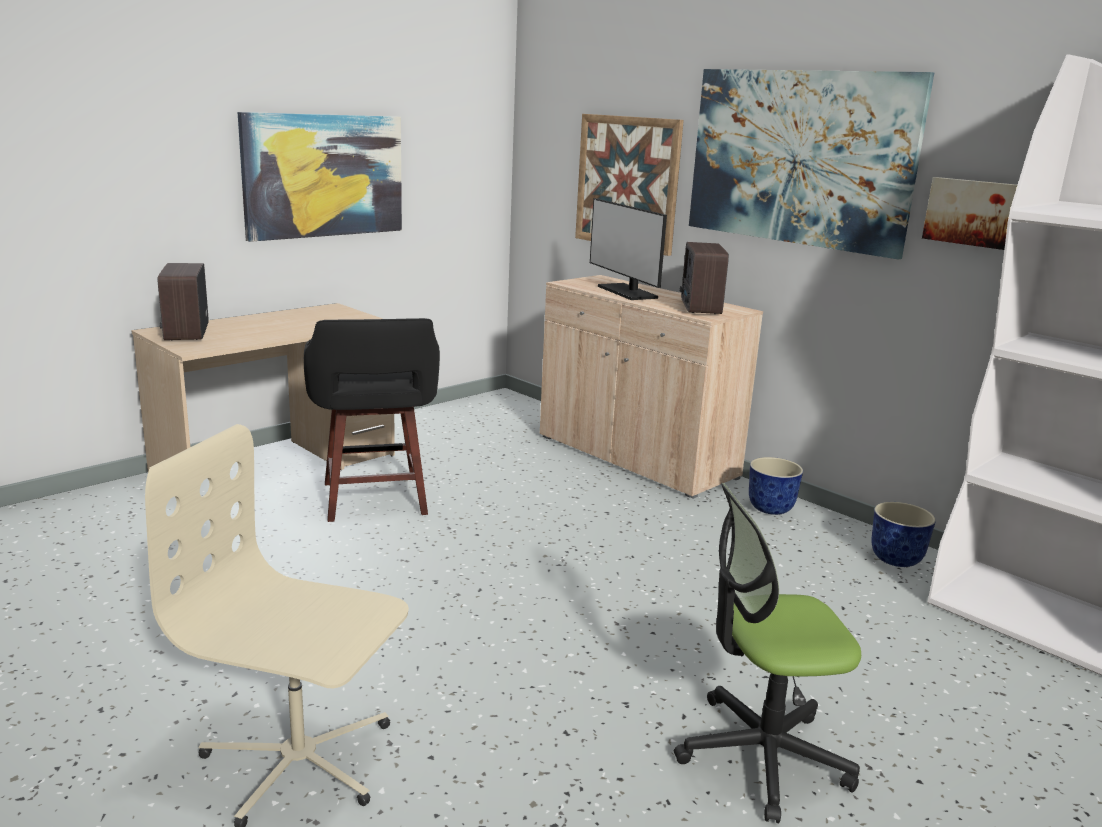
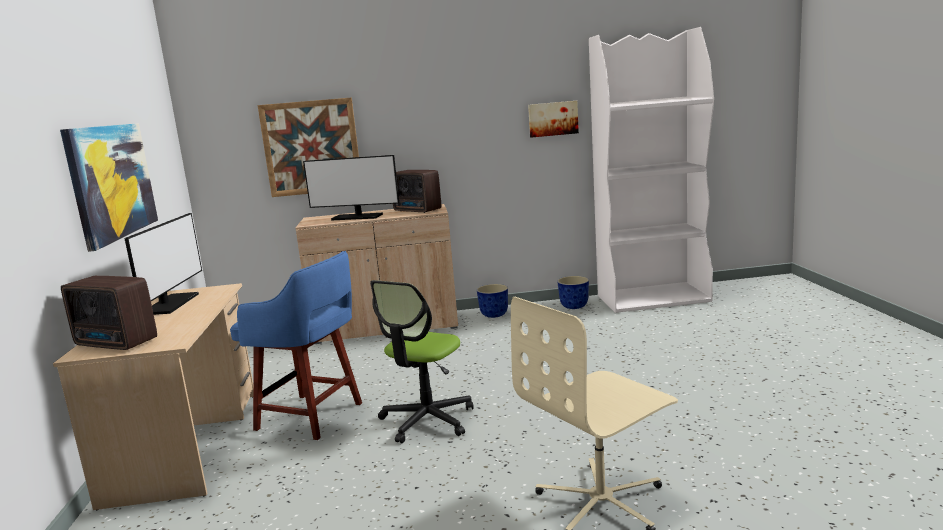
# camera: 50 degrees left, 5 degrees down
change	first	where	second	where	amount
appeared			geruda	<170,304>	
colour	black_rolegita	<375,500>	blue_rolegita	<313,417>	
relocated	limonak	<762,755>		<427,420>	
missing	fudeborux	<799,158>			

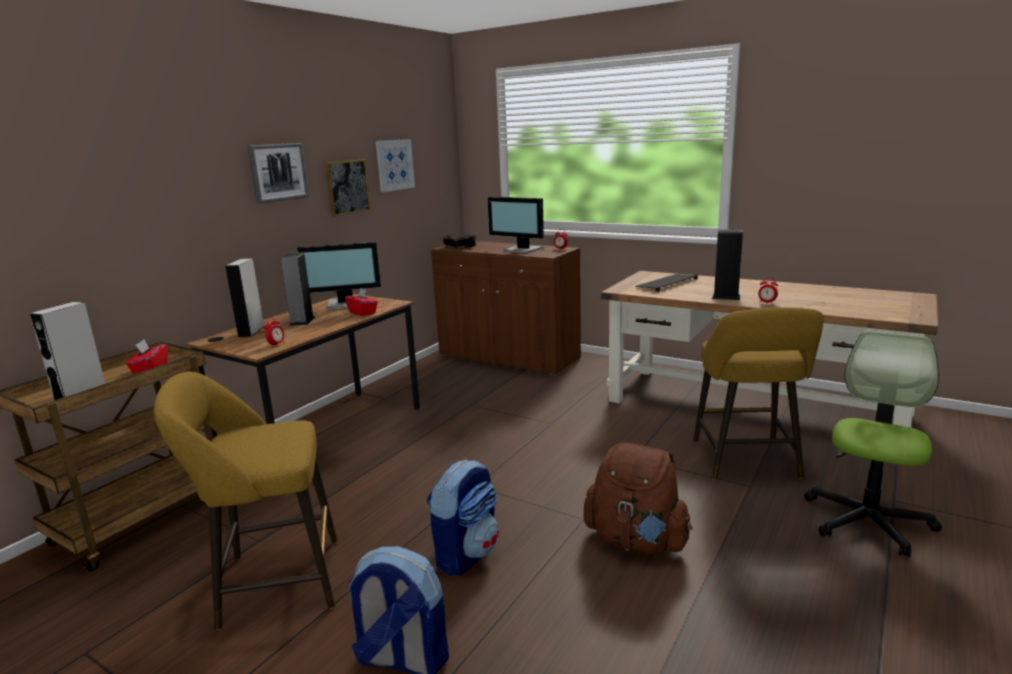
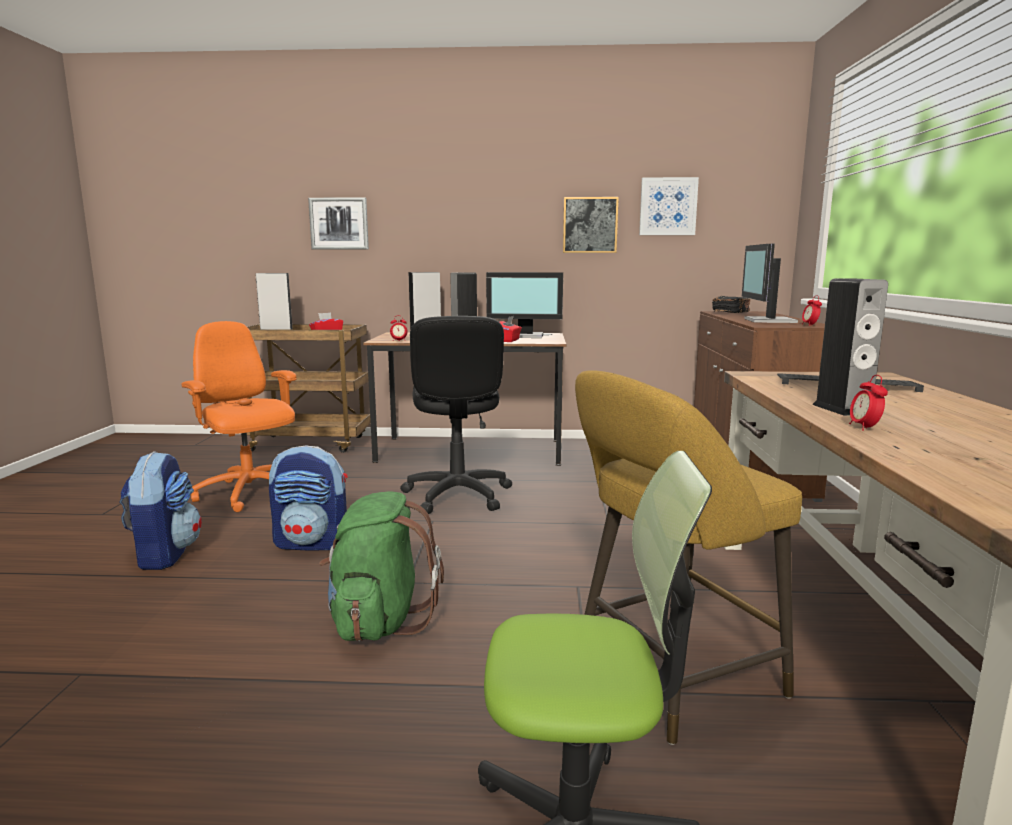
# camera: 60 degrees right, 5 degrees down
change	first	where	second	where	amount
exchanged	yellow_rolegita	<272,583>	orange_limonak	<249,493>	
relocated	fudeborux	<278,172>		<339,223>	
colour	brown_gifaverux	<636,541>	green_gifaverux	<379,621>	
appeared			black_limonak	<457,495>	
spun	geruda	<346,304>		<525,336>	45 degrees counterclockwise

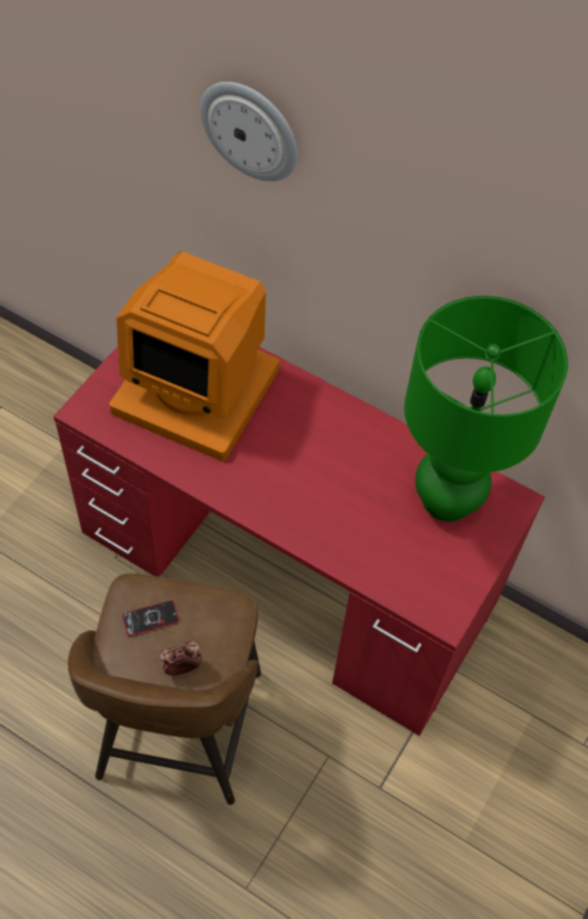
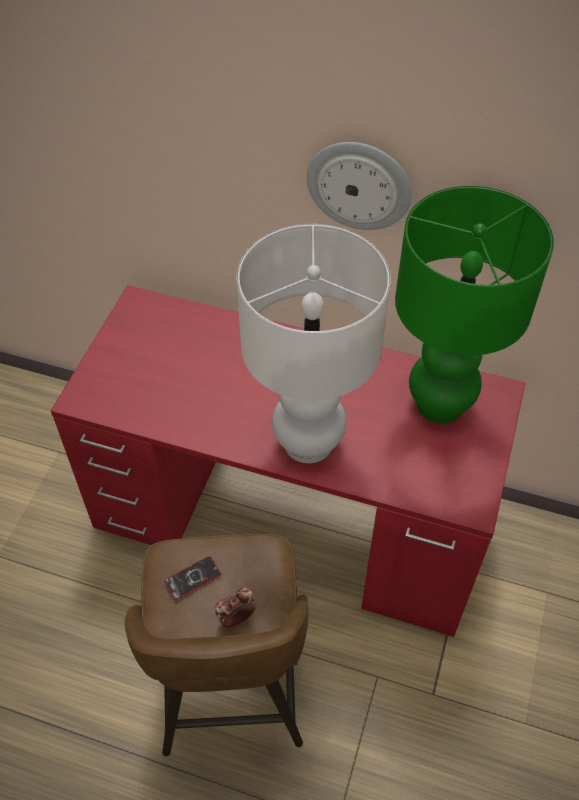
# camera: 10 degrees left, 5 degrees down
change	first	where	second	where	amount
appeared			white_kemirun	<309,443>	
relocated	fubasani	<250,130>		<359,185>	
missing	geruda	<198,388>			

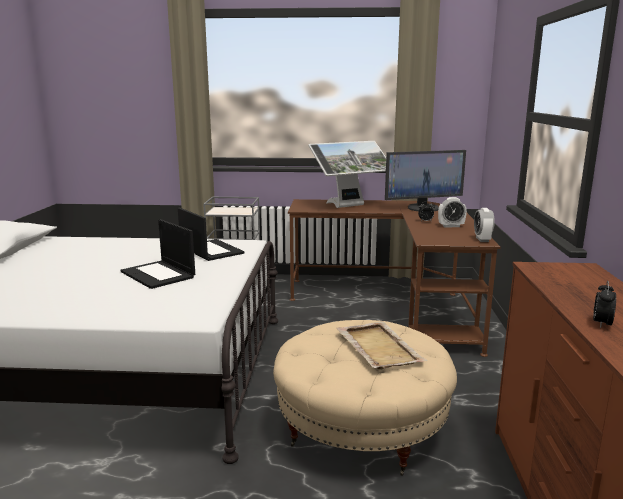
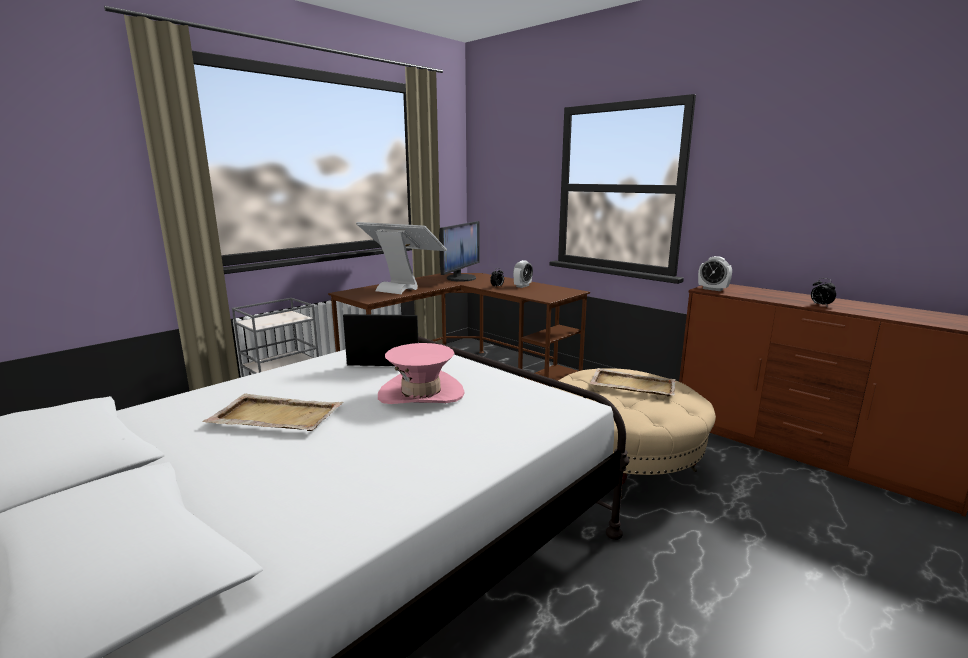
# camera: 50 degrees left, 0 degrees up
change	first	where	second	where	amount
appeared			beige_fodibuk	<275,416>	
spun	geruda	<349,206>		<402,288>	75 degrees counterclockwise
exchanged	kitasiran	<159,274>	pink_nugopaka	<421,393>	
relocated	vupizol	<482,239>		<712,289>	

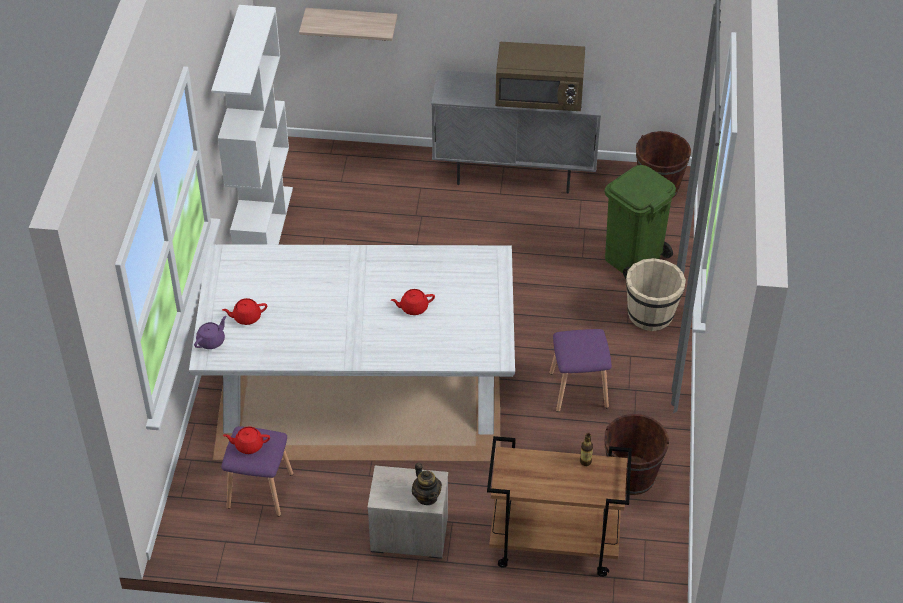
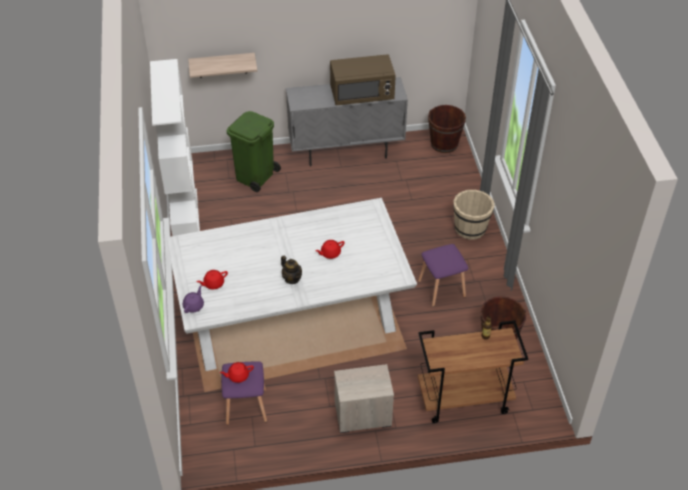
# camera: 15 degrees left, 0 degrees up
change	first	where	second	where	amount
relocated	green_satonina	<633,259>		<255,176>	
relocated	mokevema	<427,497>		<292,279>	

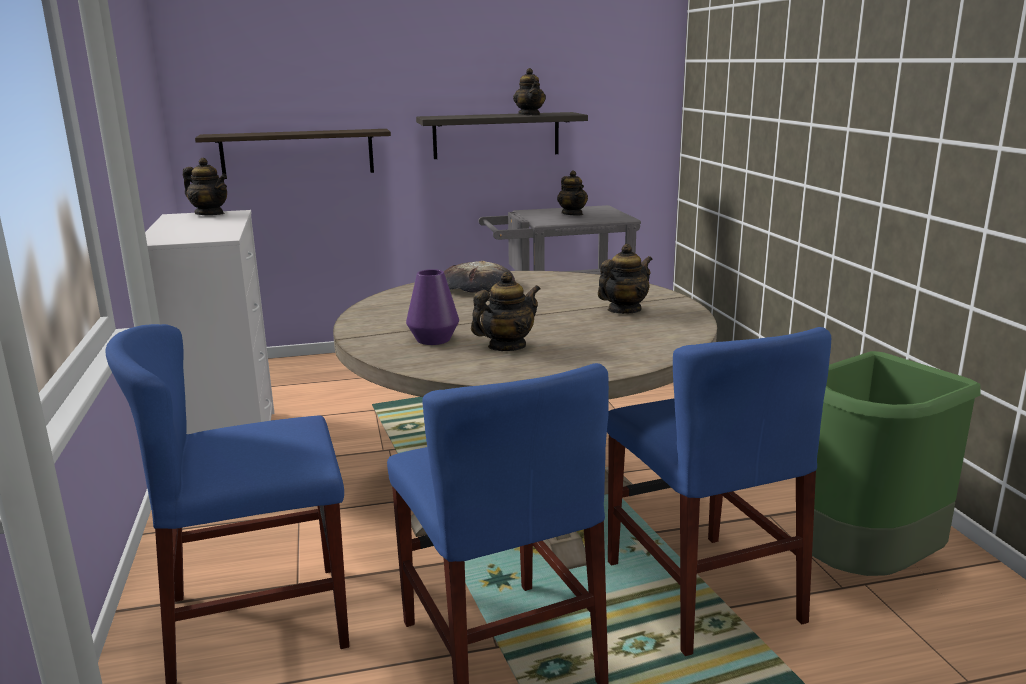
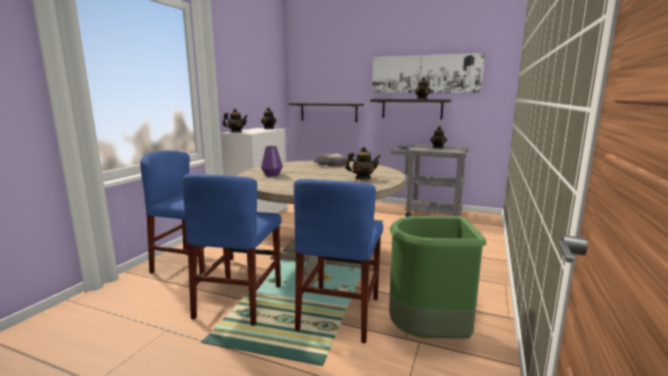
# camera: 35 degrees right, 5 degrees down
change	first	where	second	where	amount
relocated	mokevema	<506,346>		<236,132>	
appeared			fudeborux	<425,74>	

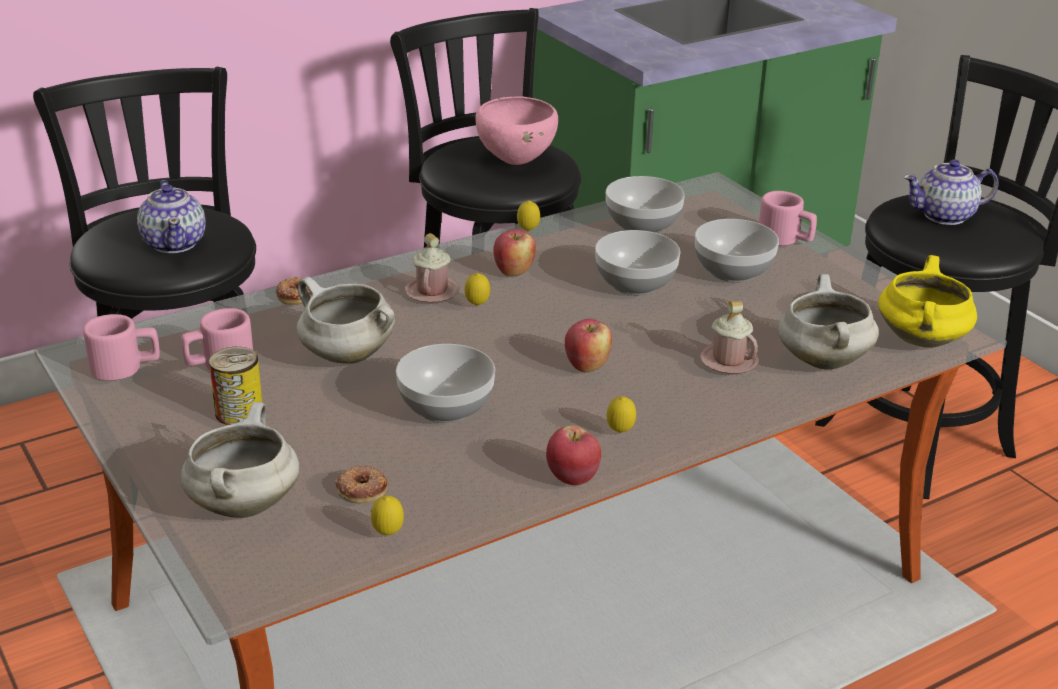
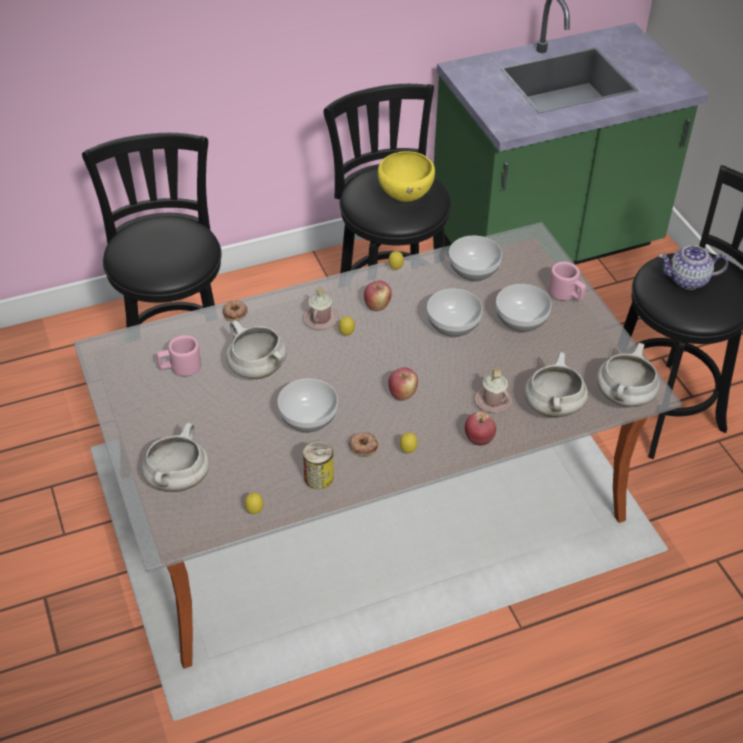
# camera: 10 degrees right, 15 degrees up
change	first	where	second	where	amount
relocated	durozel	<239,412>		<318,477>	
relocated	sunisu	<362,489>		<363,446>	
colour	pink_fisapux	<516,162>	yellow_fisapux	<405,197>	
relocated	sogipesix	<572,478>		<479,439>	
colour	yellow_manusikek	<922,341>	white_manusikek	<624,397>	
missing	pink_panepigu	<126,367>			
missing	mokevema	<175,243>			

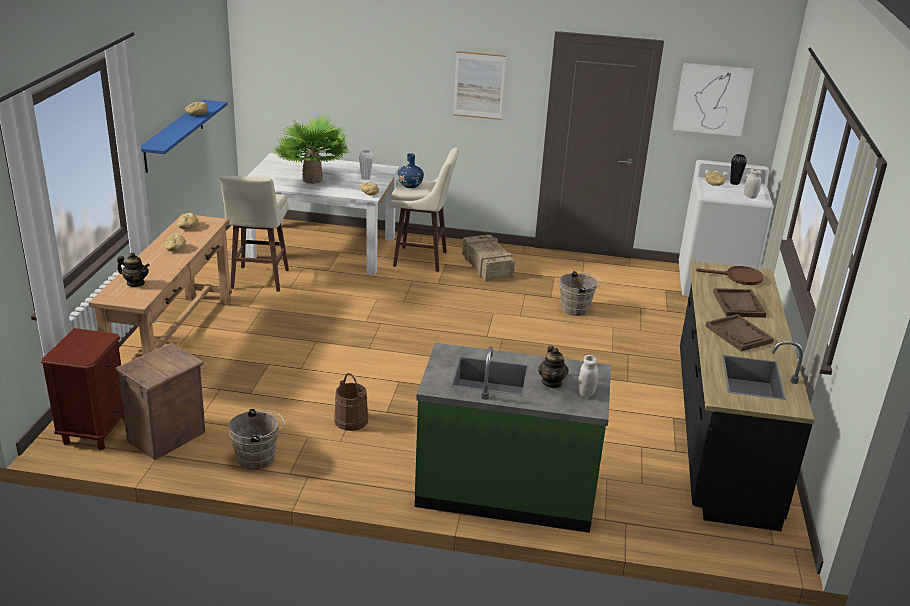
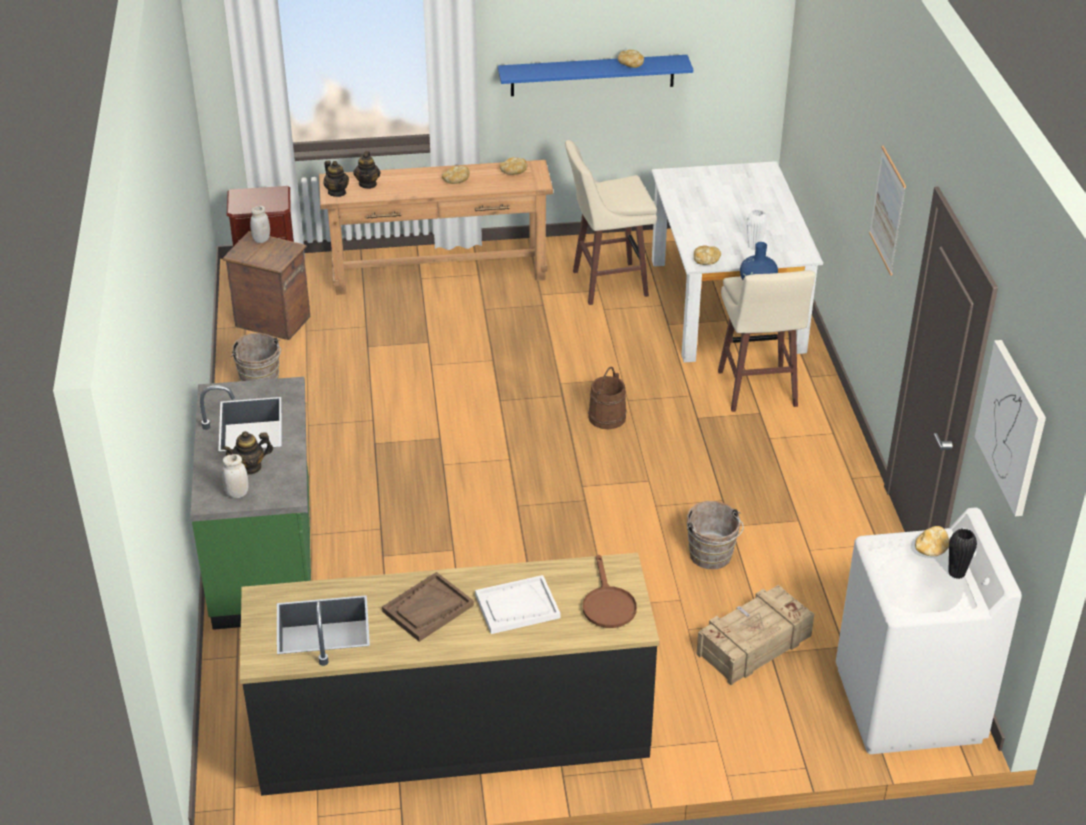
# camera: 75 degrees right, 10 degrees up
change	first	where	second	where	amount
relocated	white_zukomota	<750,196>		<261,239>	
appeared			mokevema	<337,192>	
colour	brown_fodibuk	<738,304>	white_fodibuk	<517,606>	
relocated	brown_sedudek	<351,420>		<606,417>	
relocated	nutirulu	<486,266>		<753,645>	
missing	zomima	<312,180>			

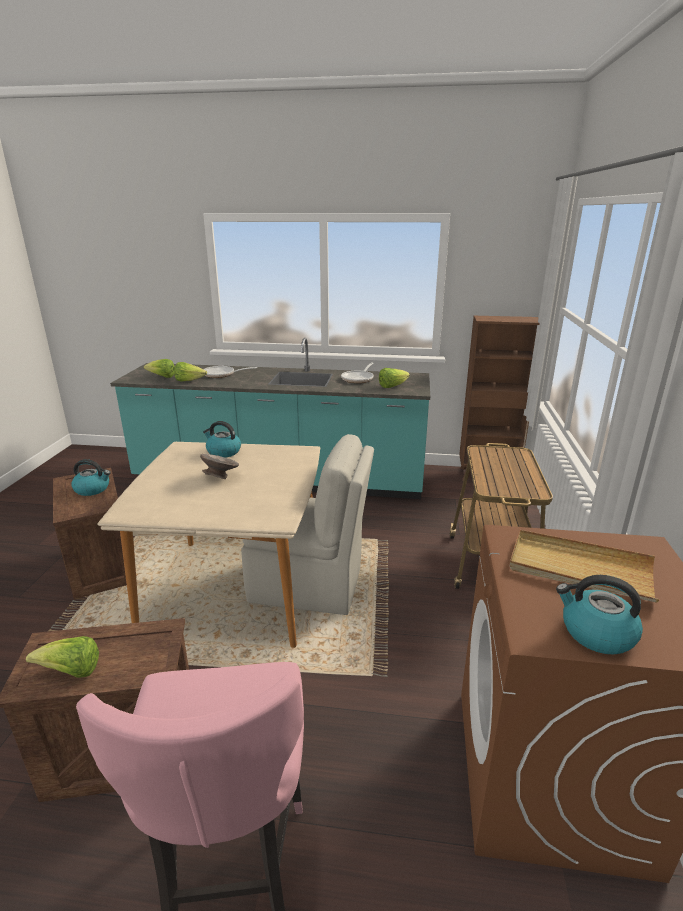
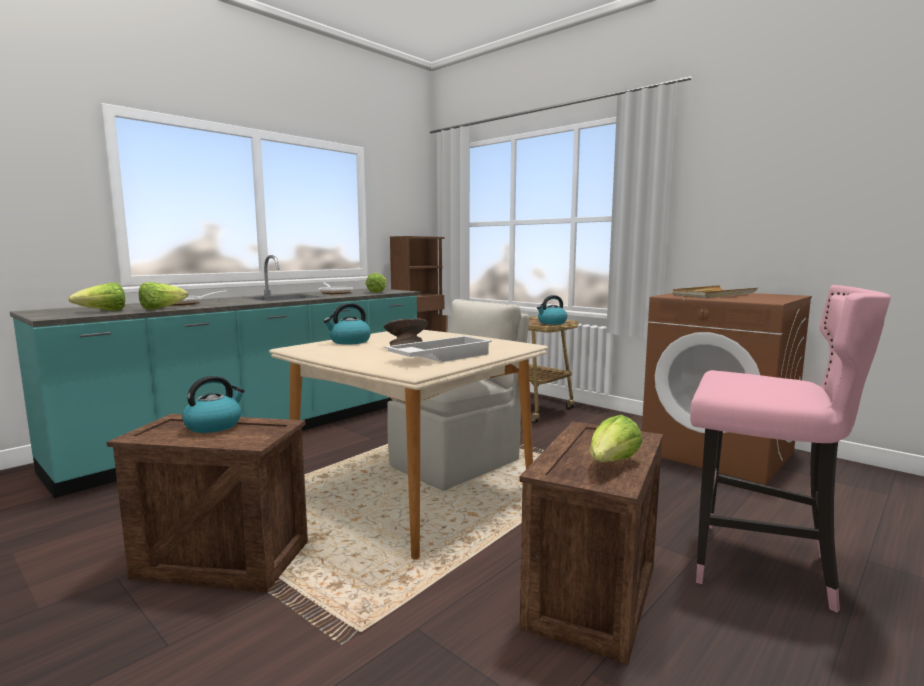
# camera: 55 degrees left, 15 degrees down
change	first	where	second	where	amount
appeared			white_fodibuk	<439,357>	
relocated	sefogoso	<596,633>		<551,323>	

